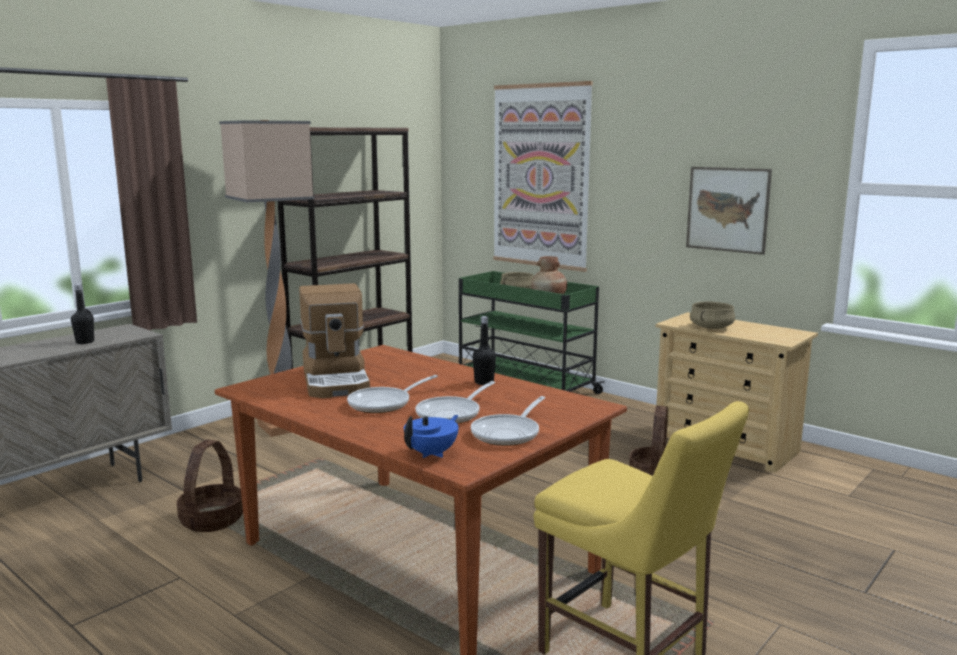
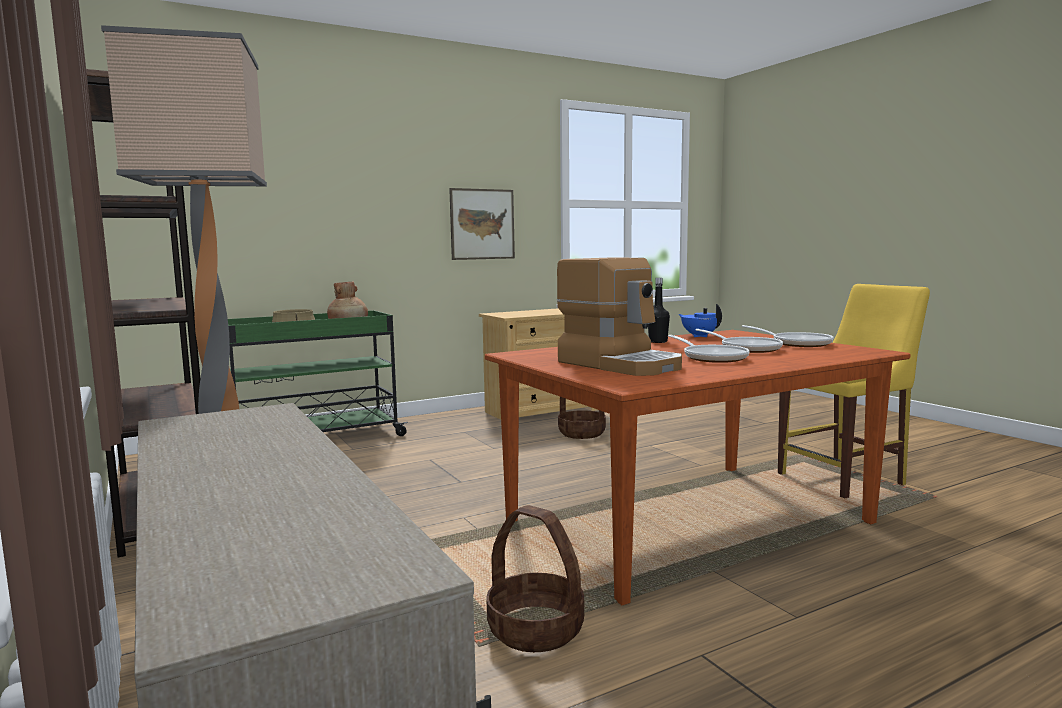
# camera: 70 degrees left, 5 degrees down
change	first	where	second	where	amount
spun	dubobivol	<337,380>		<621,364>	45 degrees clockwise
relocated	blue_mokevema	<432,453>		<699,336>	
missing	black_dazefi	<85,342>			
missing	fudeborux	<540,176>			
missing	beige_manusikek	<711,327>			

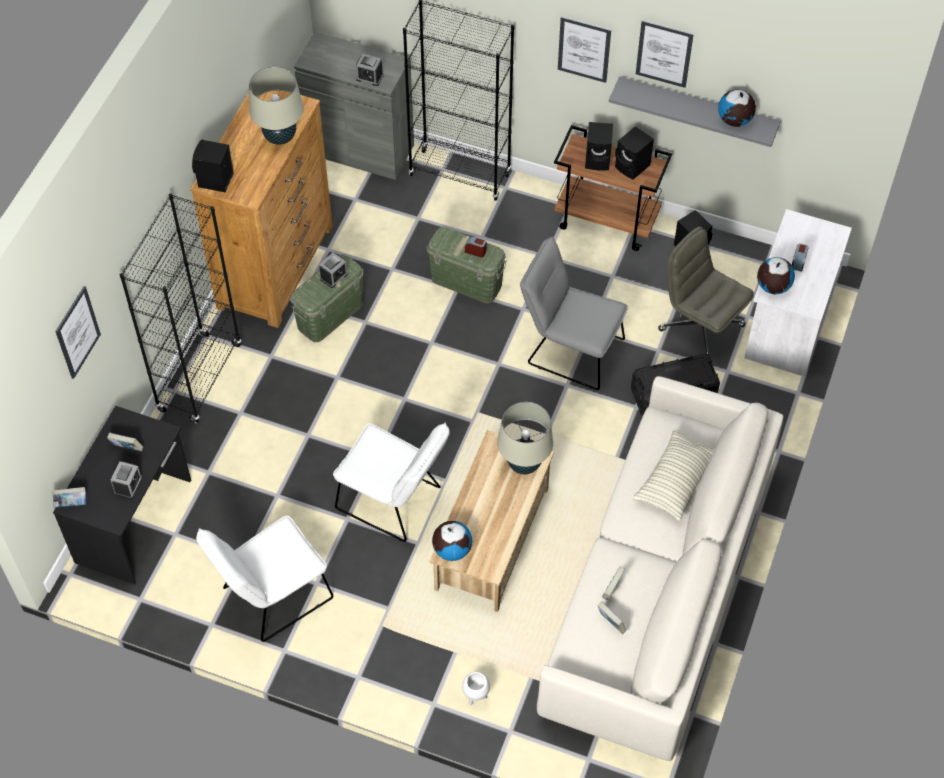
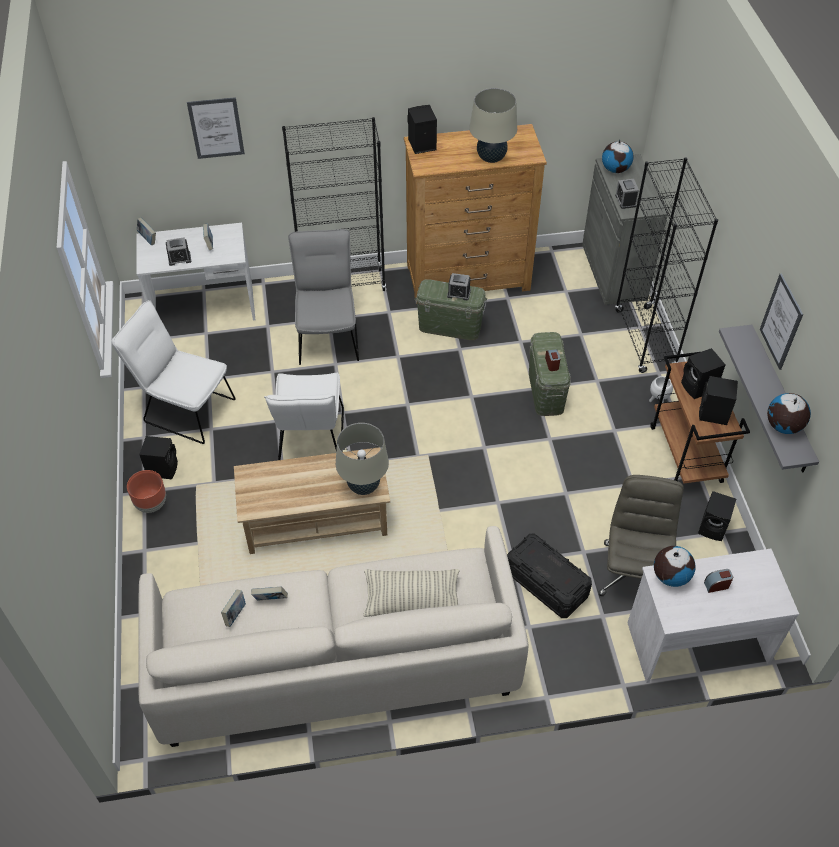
# camera: 60 degrees right, 5 degrees down
change	first	where	second	where	amount
appeared			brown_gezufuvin	<151,504>	
colour	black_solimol	<135,521>	white_solimol	<204,308>	
appeared			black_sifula	<163,468>	
relocated	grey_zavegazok	<569,349>		<328,334>	
relocated	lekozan	<452,549>		<615,169>	
relocated	white_gezufuvin	<475,697>		<657,401>	
missing	fudeborux	<584,49>			

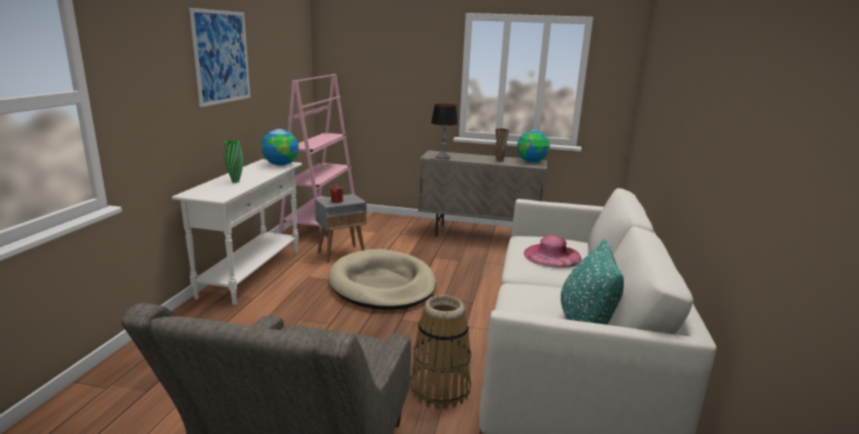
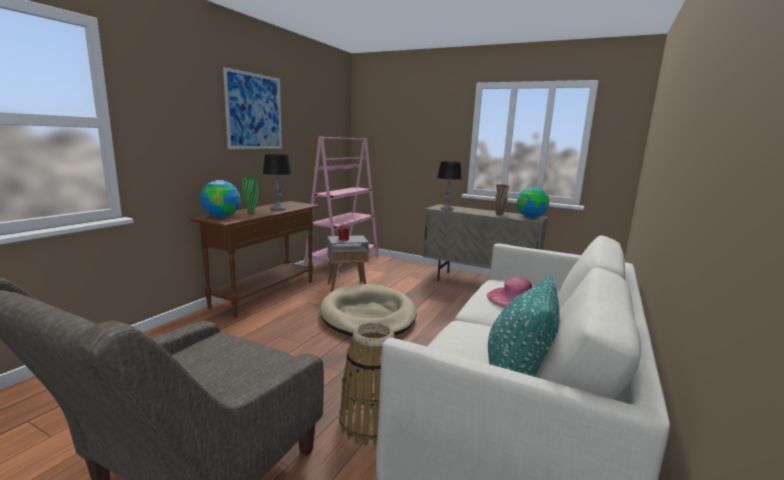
# camera: 15 degrees right, 5 degrees down
change	first	where	second	where	amount
colour	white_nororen	<252,273>	brown_nororen	<265,294>	
relocated	lekozan	<280,164>		<221,216>	
appeared			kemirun	<278,209>	

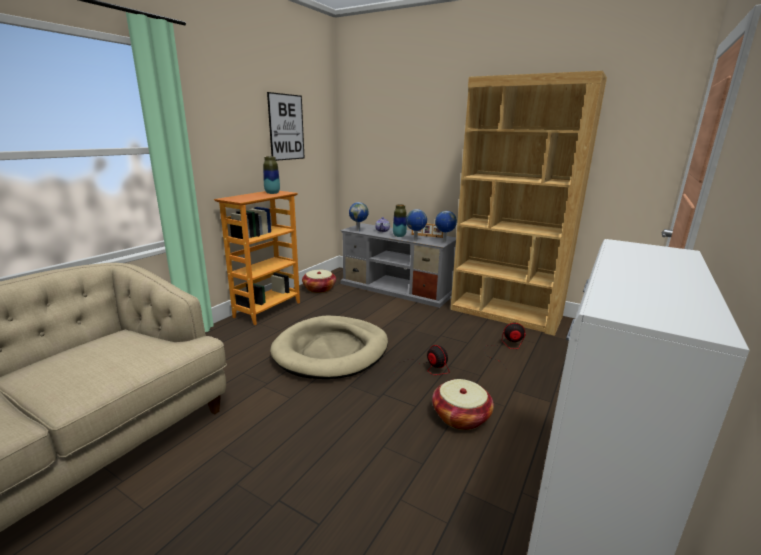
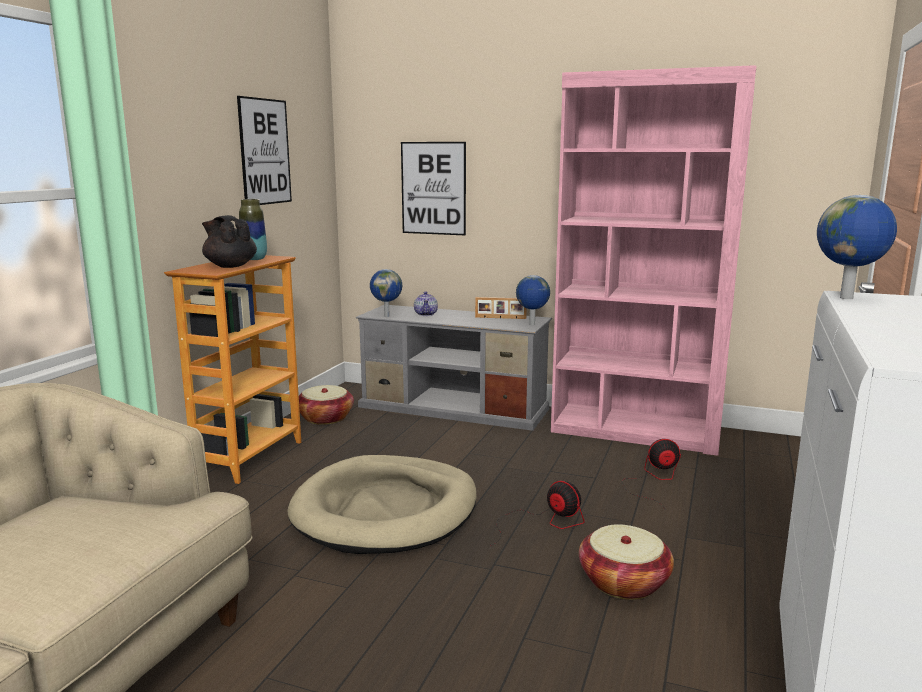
# camera: 10 degrees left, 5 degrees down
change	first	where	second	where	amount
appeared			black_mokevema	<230,266>	
appeared			fudeborux	<433,188>	
colour	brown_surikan	<505,314>	pink_surikan	<636,431>	
relocated	lekozan	<415,240>		<847,298>	
missing	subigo	<399,236>			

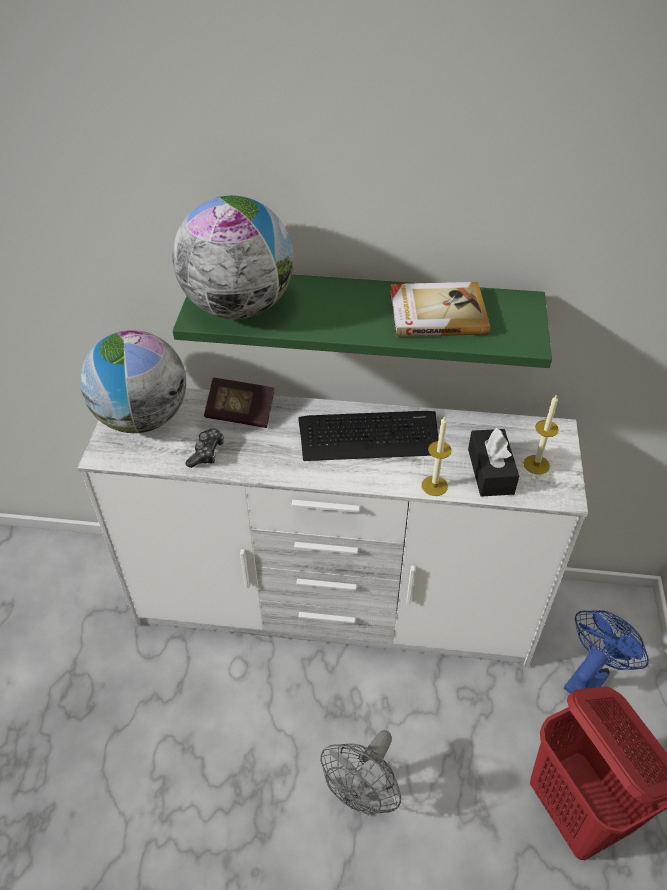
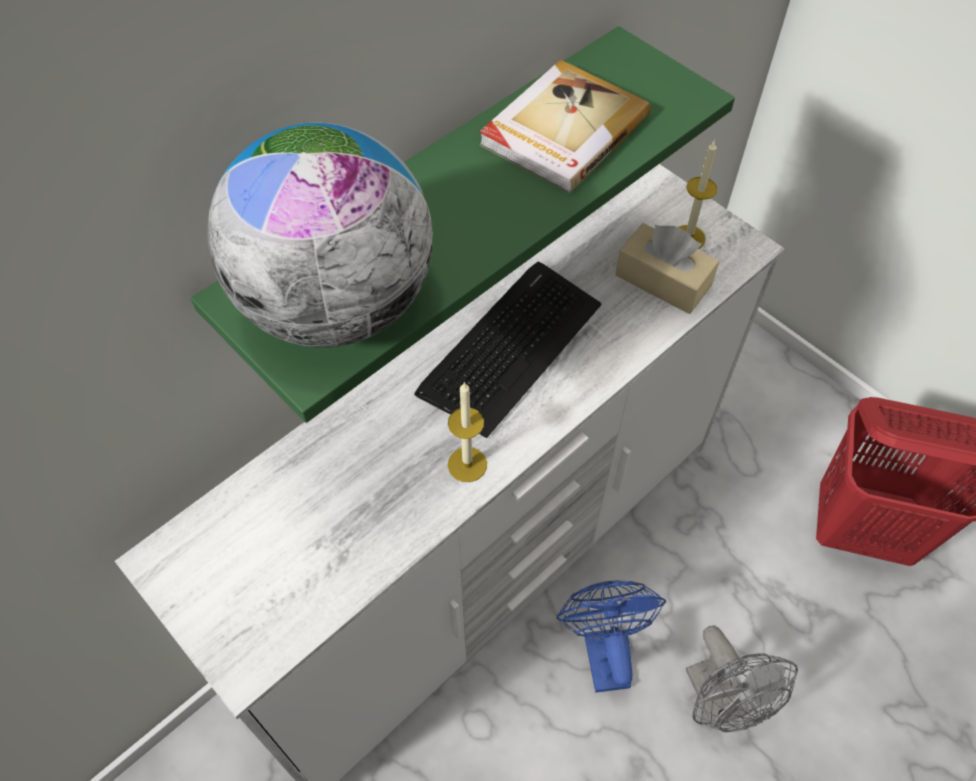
# camera: 50 degrees left, 10 degrees up
change	first	where	second	where	amount
relocated	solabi	<434,486>		<467,464>	
relocated	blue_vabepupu	<589,676>		<603,650>	
colour	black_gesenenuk	<490,471>	beige_gesenenuk	<663,280>	
missing	lekozan	<142,418>			
missing	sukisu	<206,453>			
missing	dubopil	<240,413>			

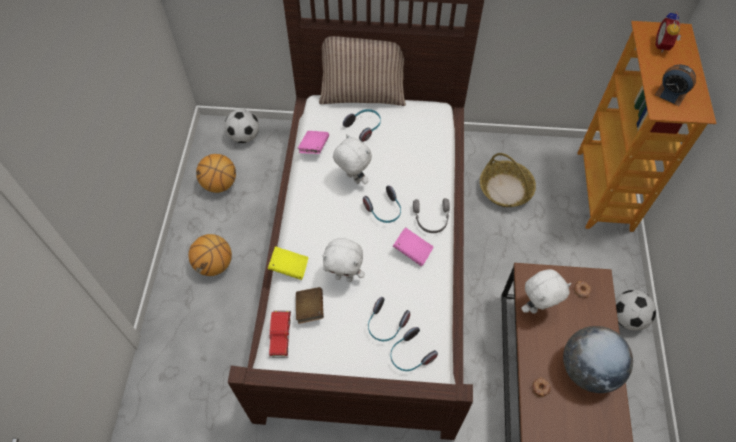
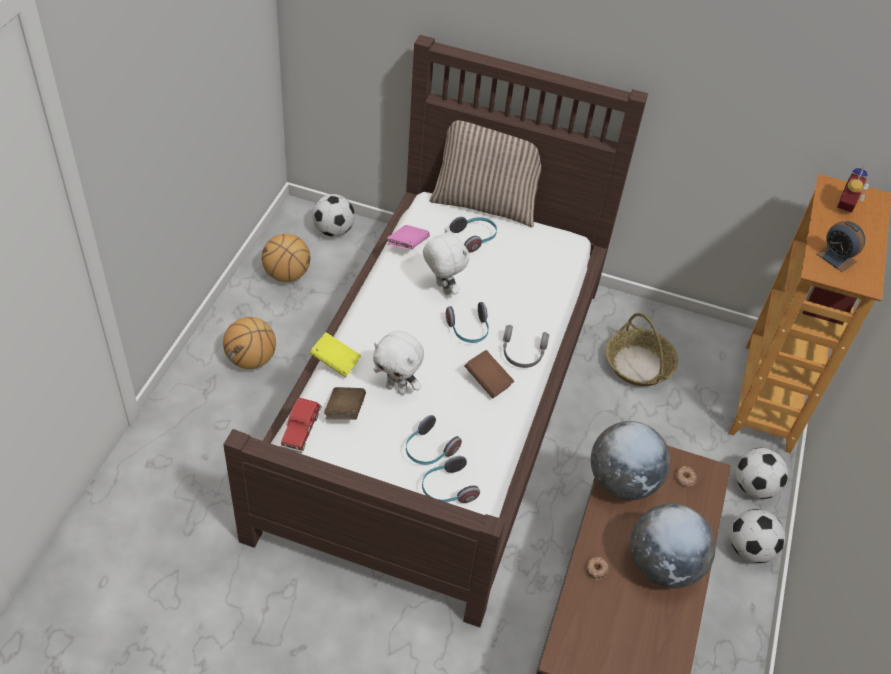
# camera: 10 degrees right, 10 degrees down
change	first	where	second	where	amount
colour	pink_dubopil	<412,251>	brown_dubopil	<487,381>	
exchanged	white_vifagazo	<537,306>	lekozan	<622,482>	
appeared			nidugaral	<754,487>	

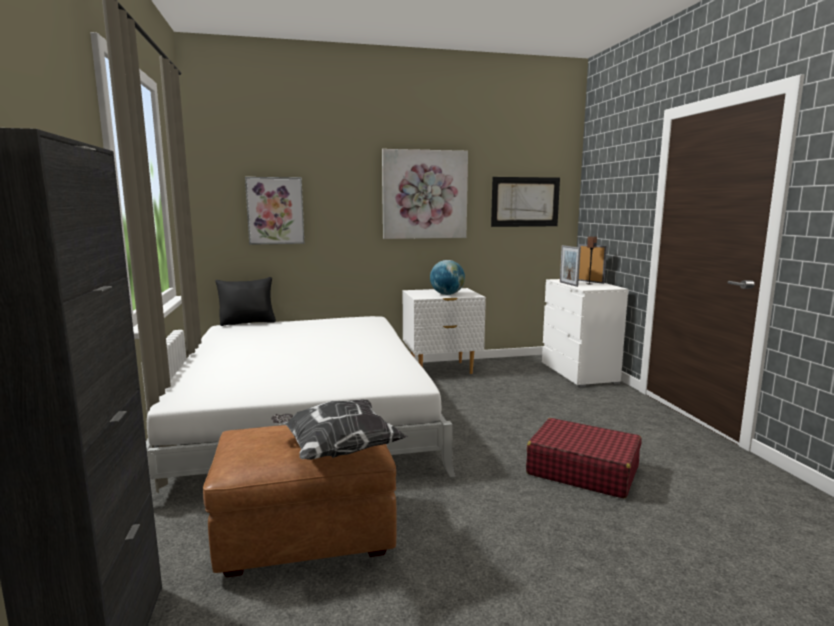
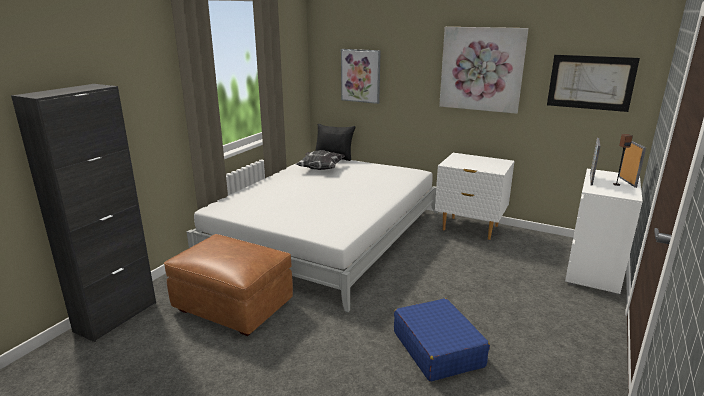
# camera: 40 degrees right, 10 degrees up
change	first	where	second	where	amount
relocated	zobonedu	<336,450>		<320,169>	
colour	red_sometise	<582,470>	blue_sometise	<437,348>	
missing	lekozan	<447,294>			

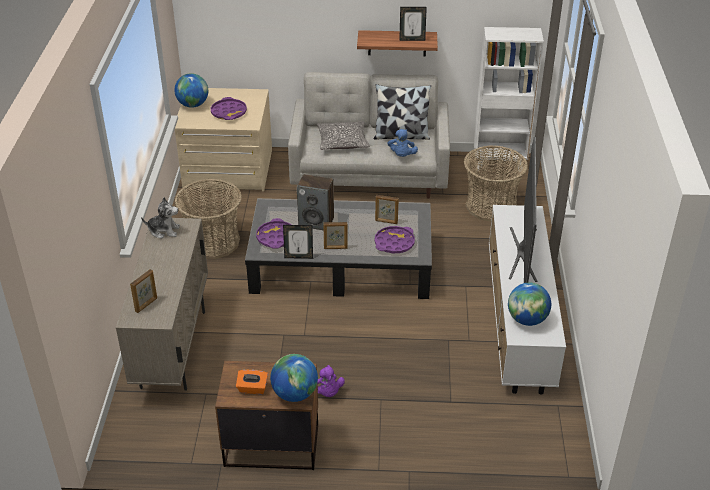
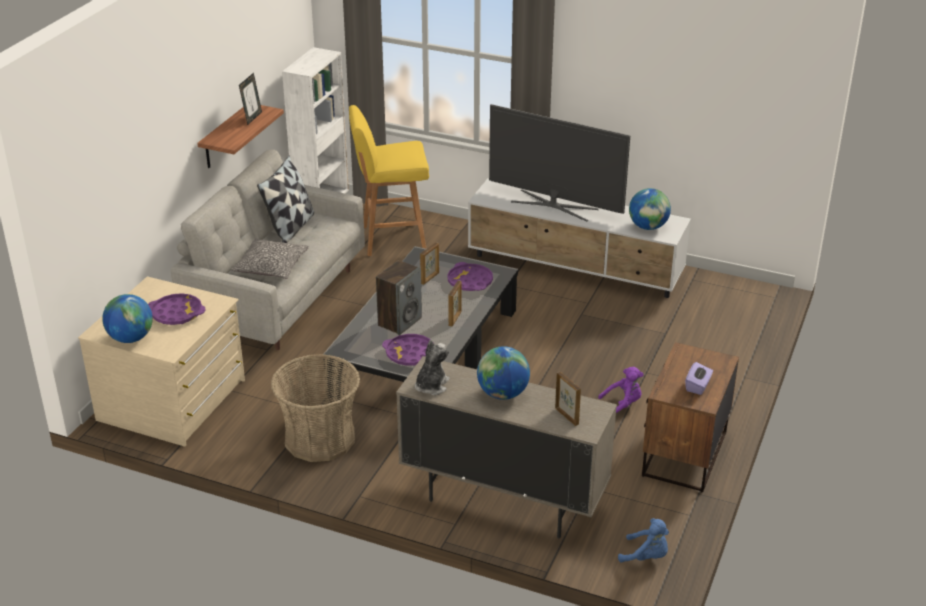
# camera: 70 degrees left, 5 degrees down
change	first	where	second	where	amount
exchanged	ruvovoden	<491,206>	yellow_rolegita	<391,238>	
relocated	lekozan	<294,394>		<502,394>	
relocated	blue_vifagazo	<402,155>		<646,556>	
colour	orange_gesenenuk	<252,389>	purple_gesenenuk	<698,386>	
missing	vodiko	<298,256>			

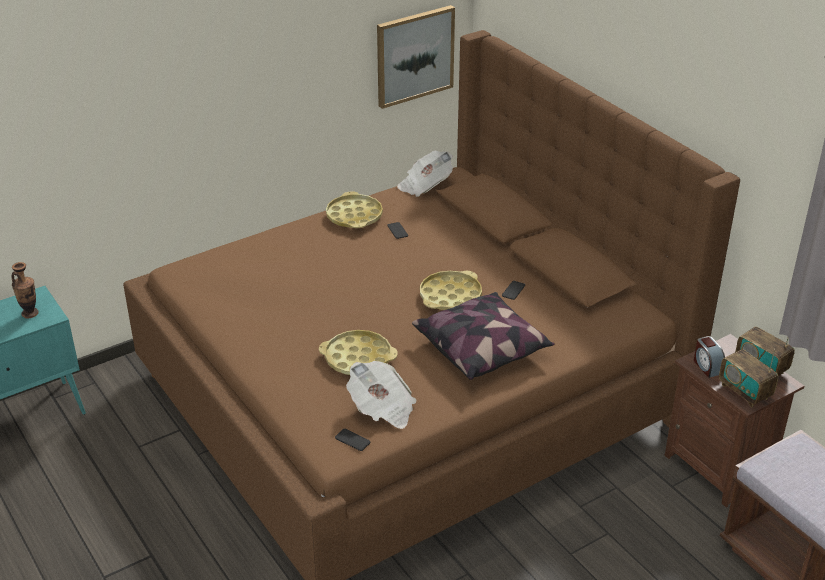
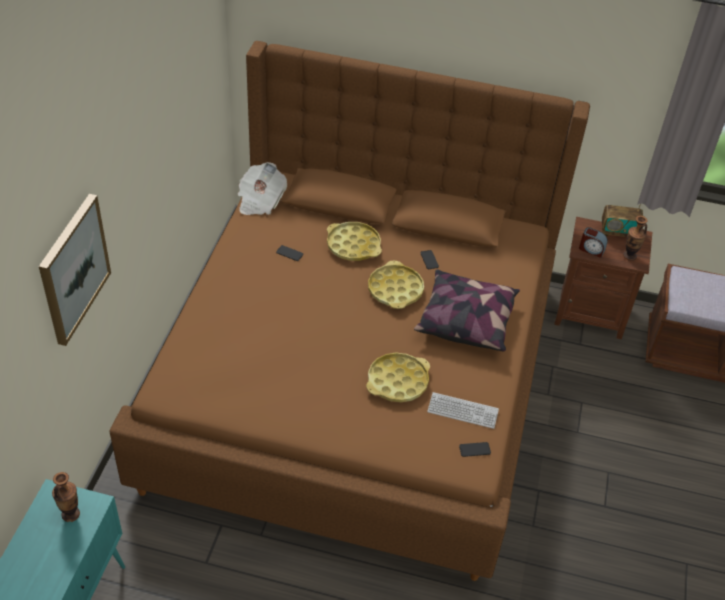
# camera: 45 degrees left, 10 degrees up
change	first	where	second	where	amount
relocated	fudeborux	<414,55>		<73,269>	
relocated	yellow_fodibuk	<354,216>		<353,245>	
exchanged	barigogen	<382,409>	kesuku	<462,411>	
exchanged	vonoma	<744,392>	subigo	<629,256>	

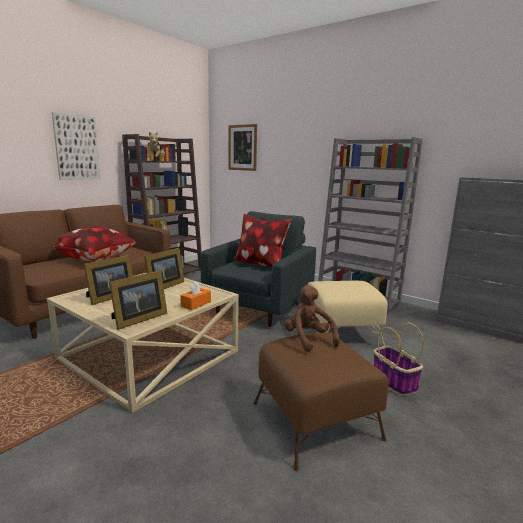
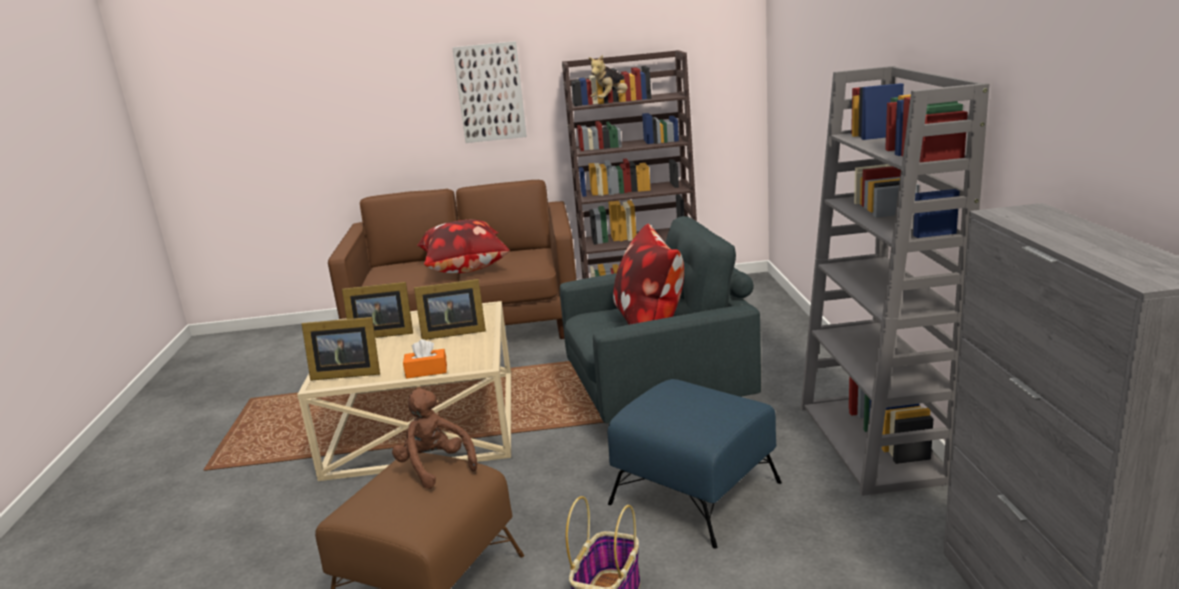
# camera: 50 degrees right, 5 degrees up
change	first	where	second	where	amount
spun	brown_vifagazo	<308,339>		<435,467>	60 degrees counterclockwise
colour	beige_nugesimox	<342,333>	blue_nugesimox	<695,493>	
missing	fudeborux	<242,147>			

